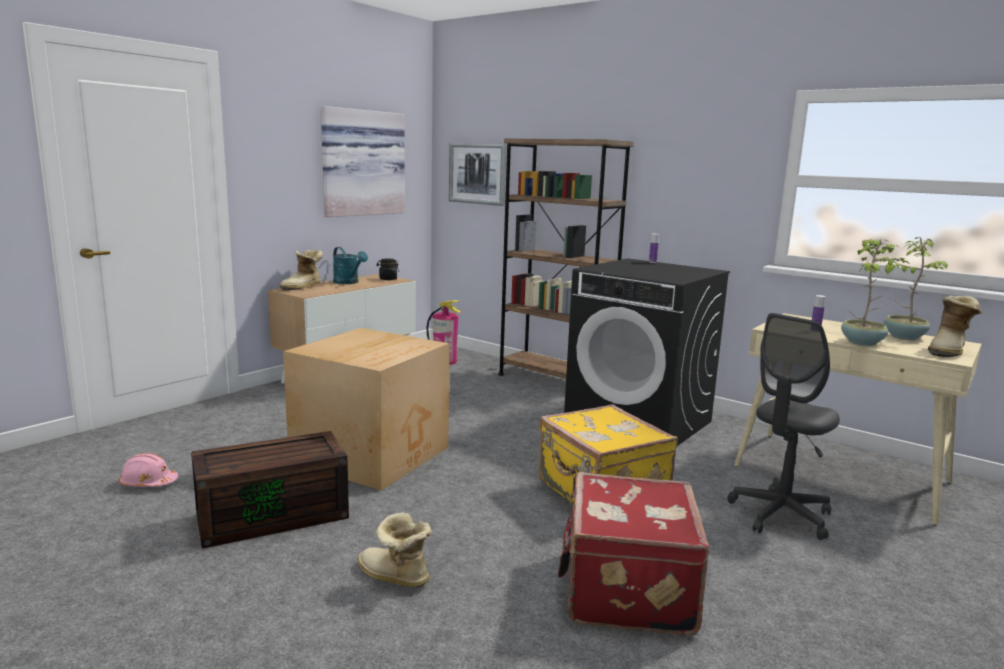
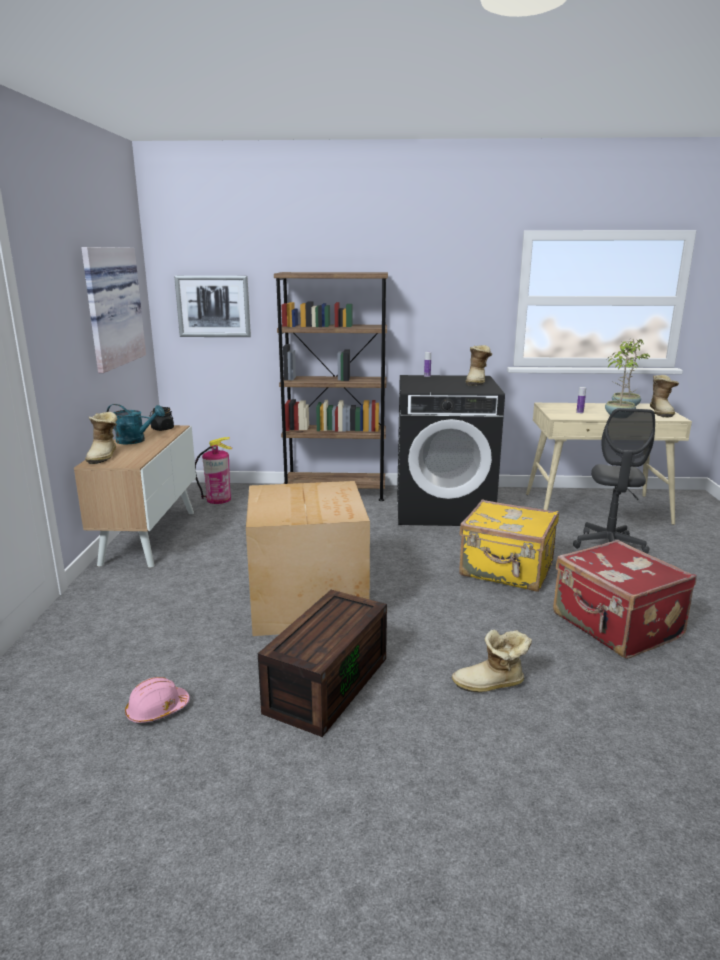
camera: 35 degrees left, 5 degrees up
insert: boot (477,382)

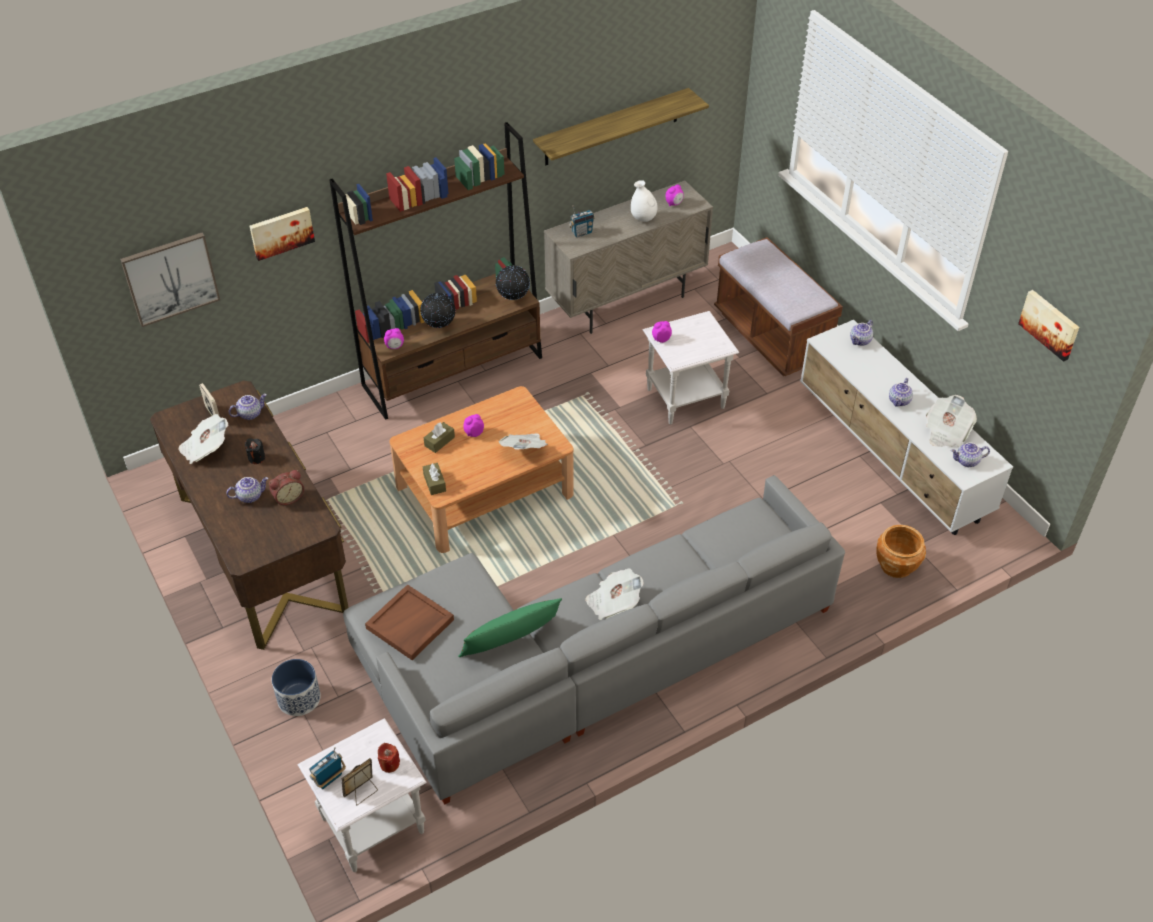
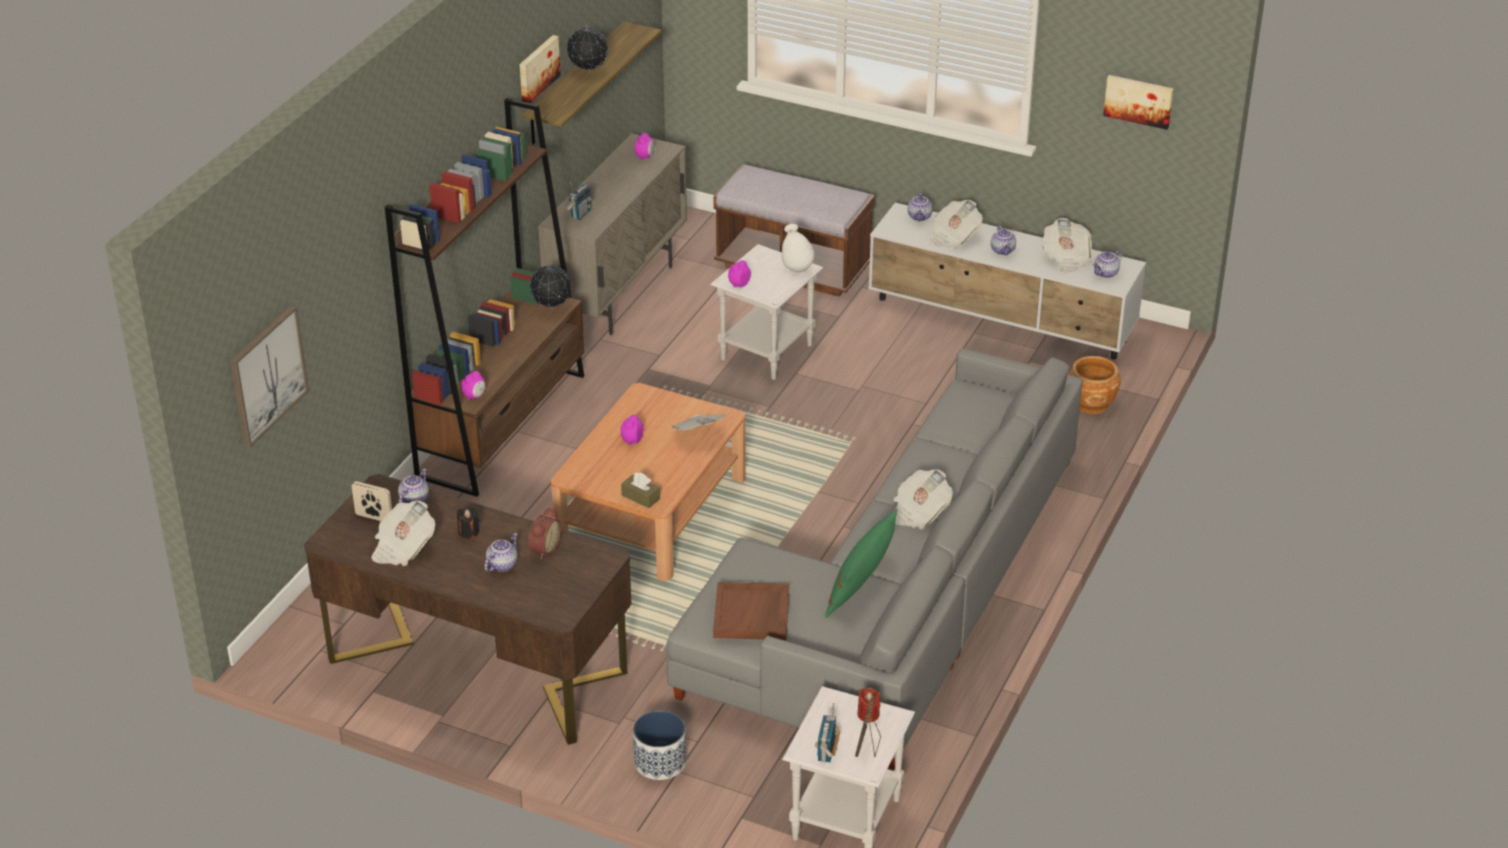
camera: 35 degrees left, 10 degrees down
delete: brown tissue box (439,441)
insert: newspaper (953,237)
move: picture (281,232) to (537,69); globe (439,327) to (588,72); white vase (643,218) to (797,269)

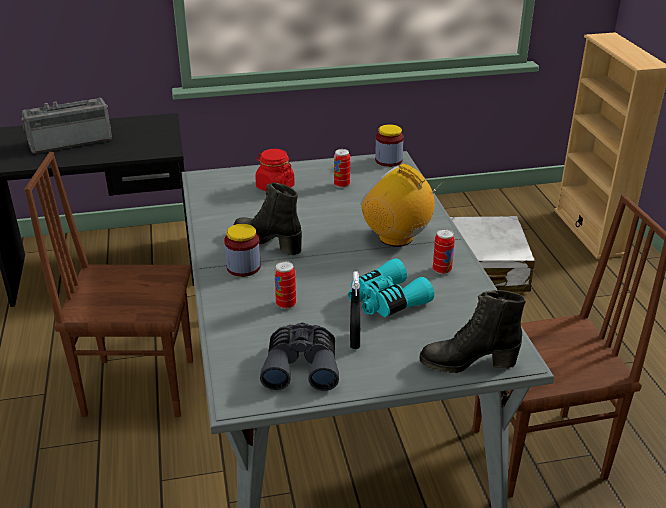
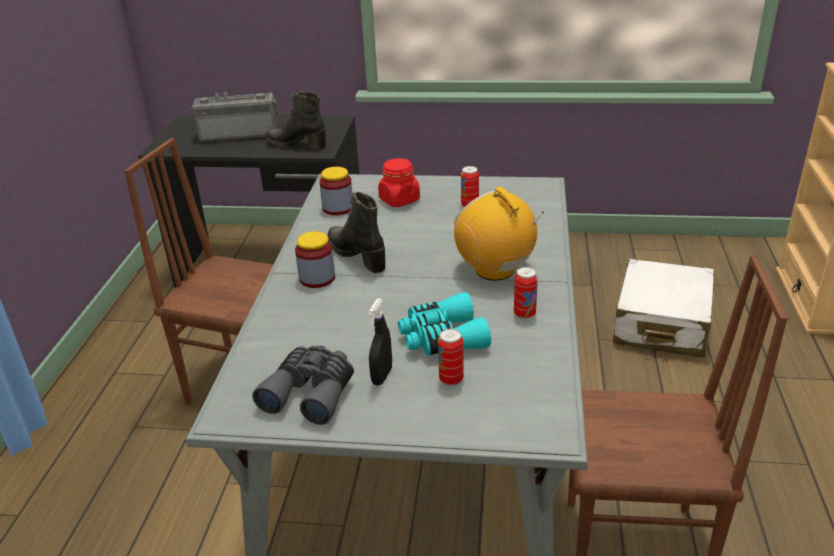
camera: 20 degrees right, 0 degrees up
move: can (286,304) to (451,379); jar (388,160) to (338,208); black boot (467,362) to (297,144)

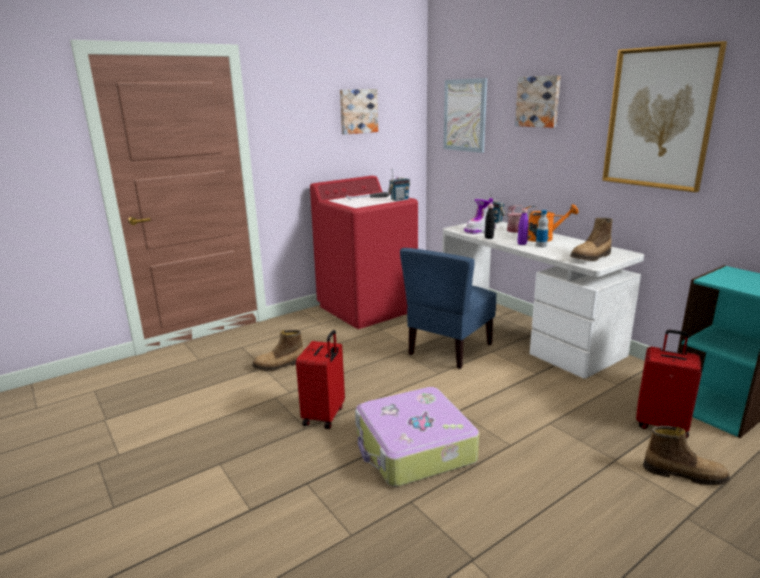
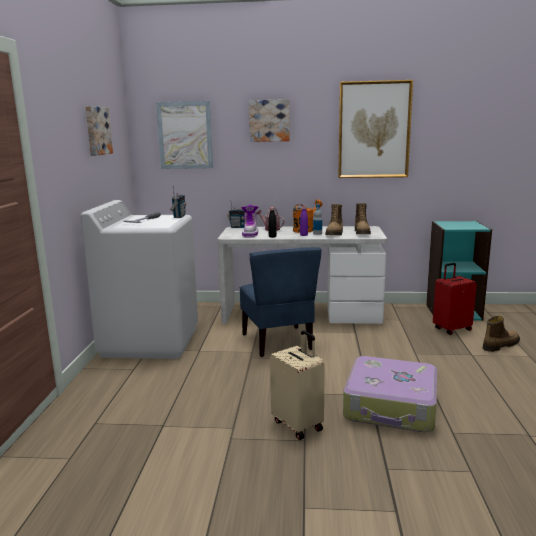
camera: 50 degrees left, 5 degrees down
move: boot (279,365) to (335,234)
recolor: red suitcase (325,416) to beige suitcase (298,425); red washing machine (367,308) to white washing machine (150,341)

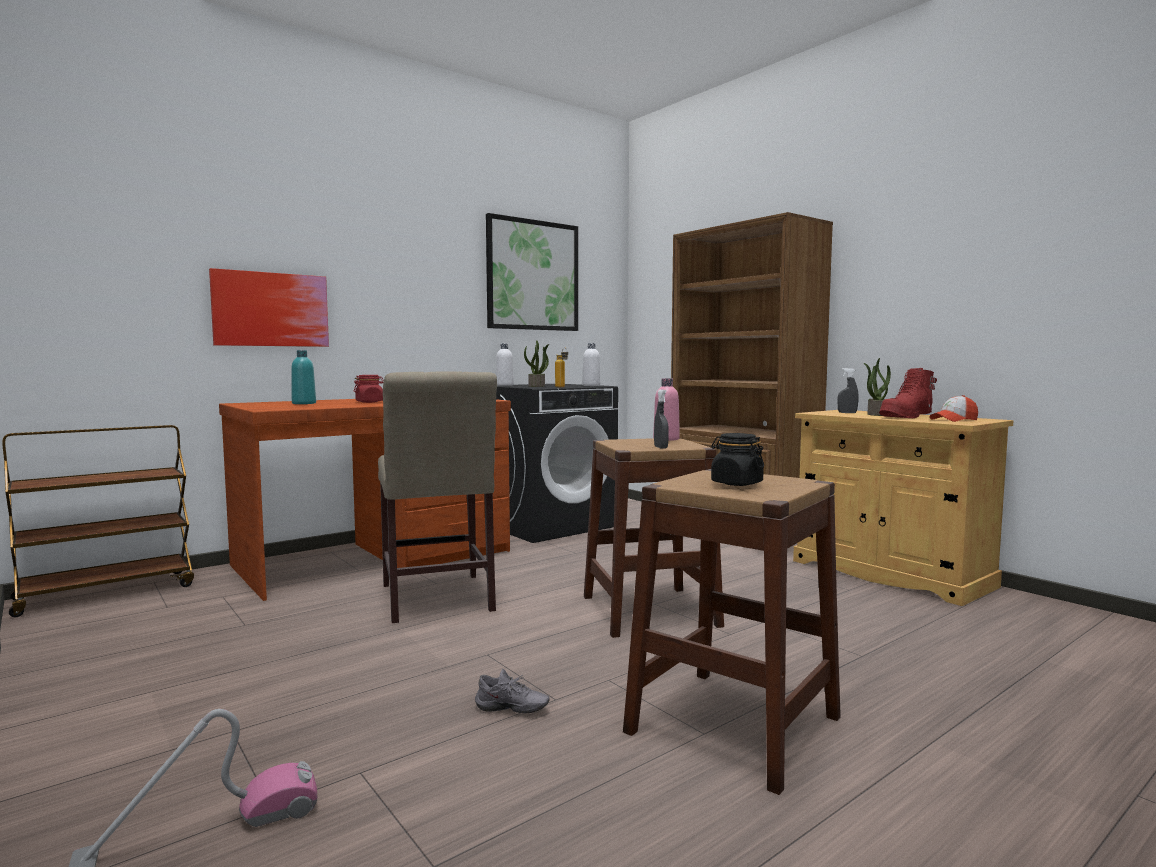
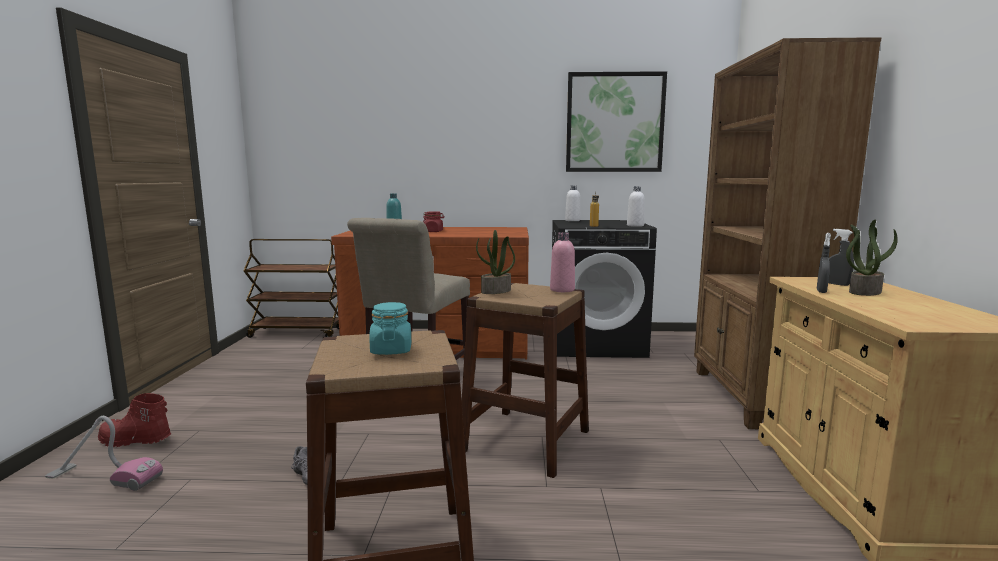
camera: 40 degrees right, 5 degrees up
delete: picture (271,309); cap (954,420)
move: potted plant (537,386) to (496,291); grey spray bottle (661,447) to (821,291); red boot (907,417) to (134,441)
recolor: black jar (736,483) to turquoise jar (391,350)

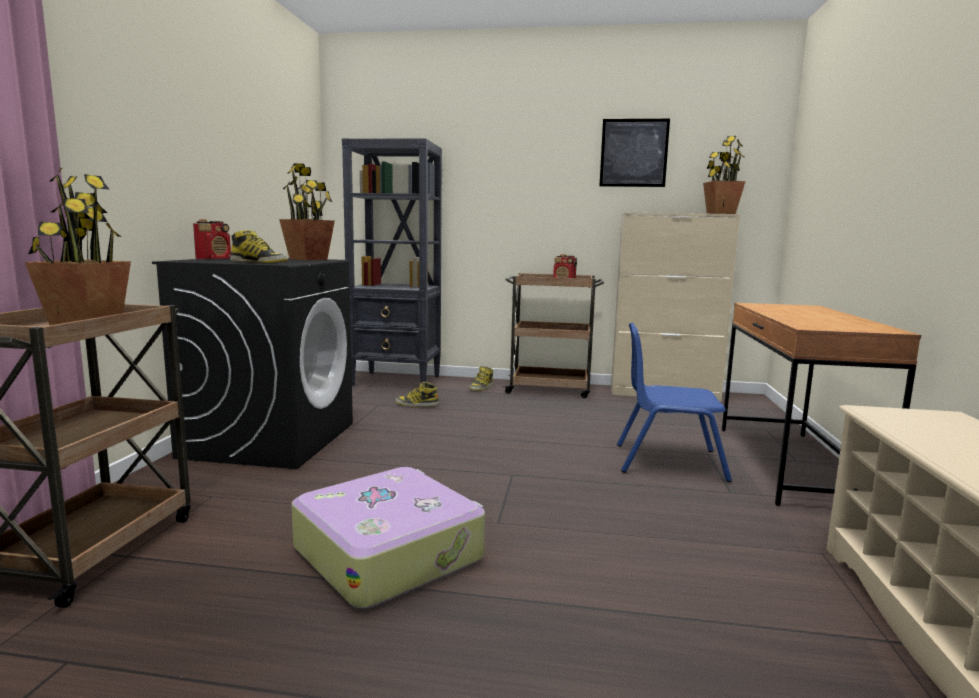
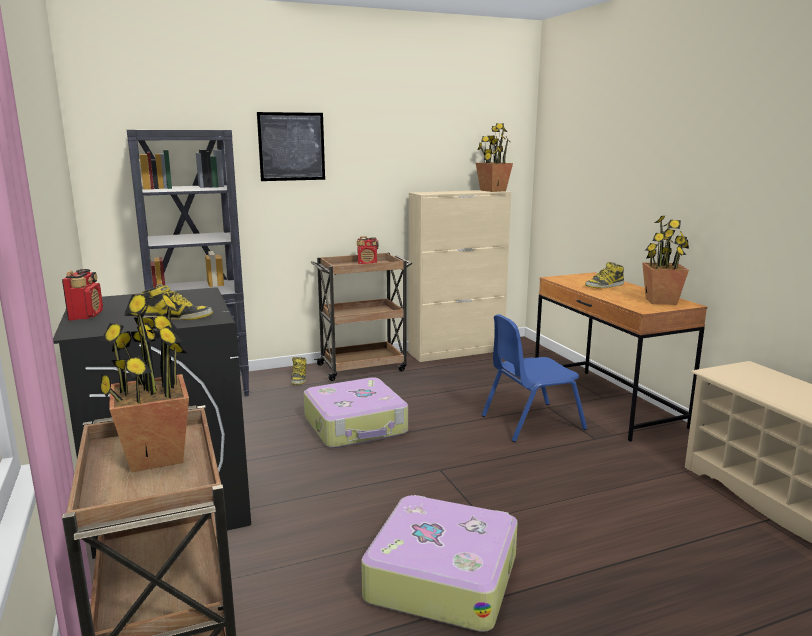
camera: 30 degrees left, 5 degrees up
insert: suitcase (356,426)
move: potted plant (308,259) to (660,301); boot (416,404) to (604,286); picture (634,153) to (291,146)

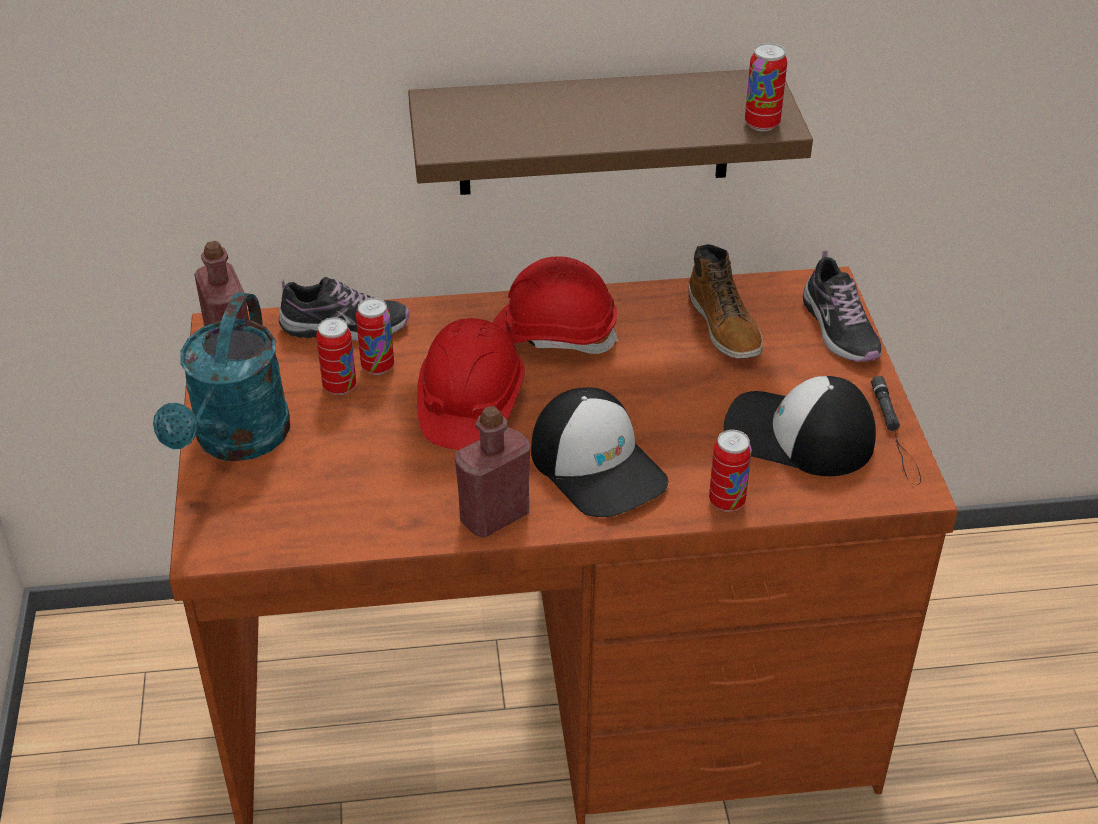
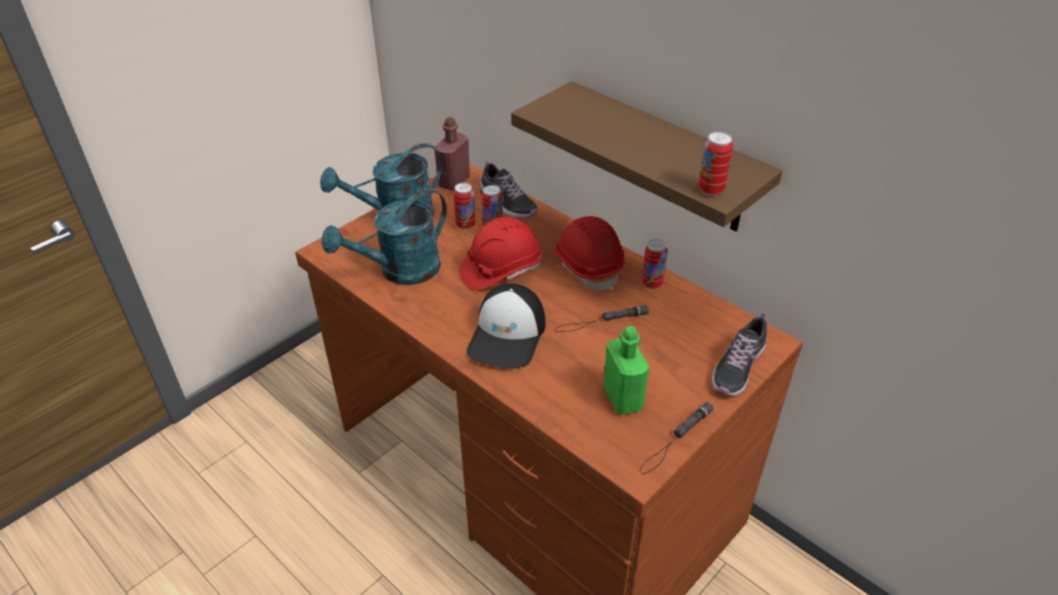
camera: 50 degrees right, 0 degrees up
delete: red bottle (494,516); boot (724,326)
insert: turquoise watering can (400,271); black flashlight (601,321)
move: can (726,502) to (652,283)
replace: cap (798,435) to green bottle (622,398)

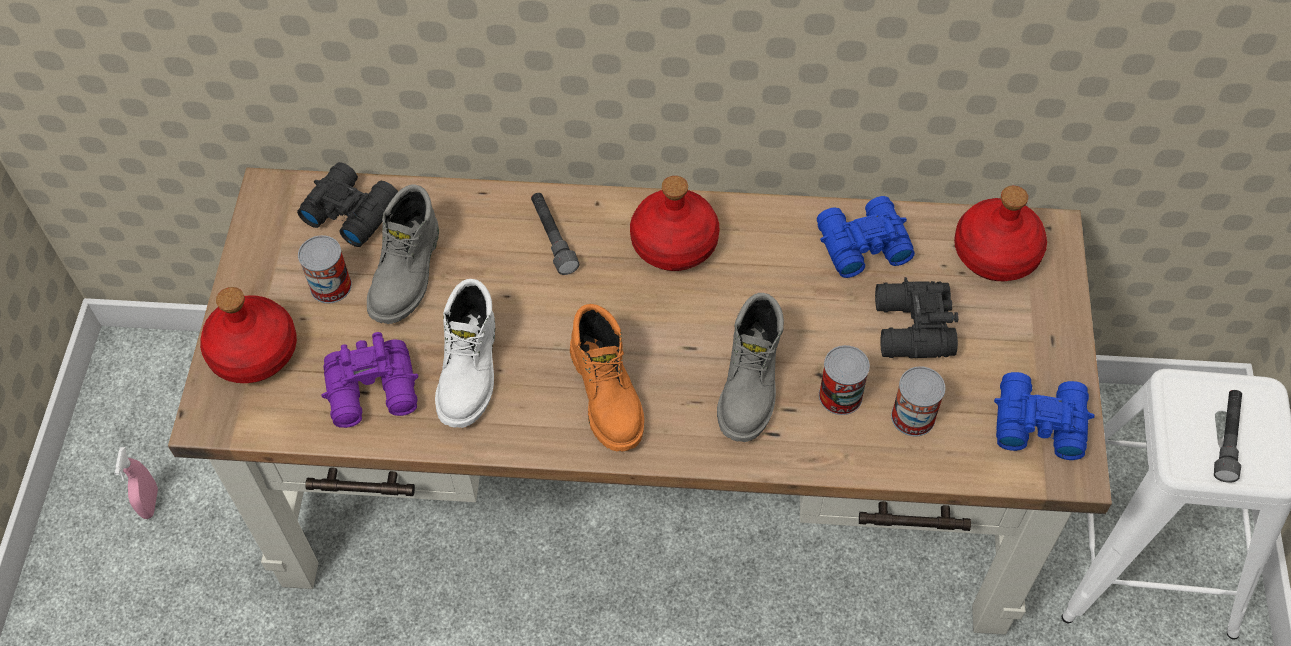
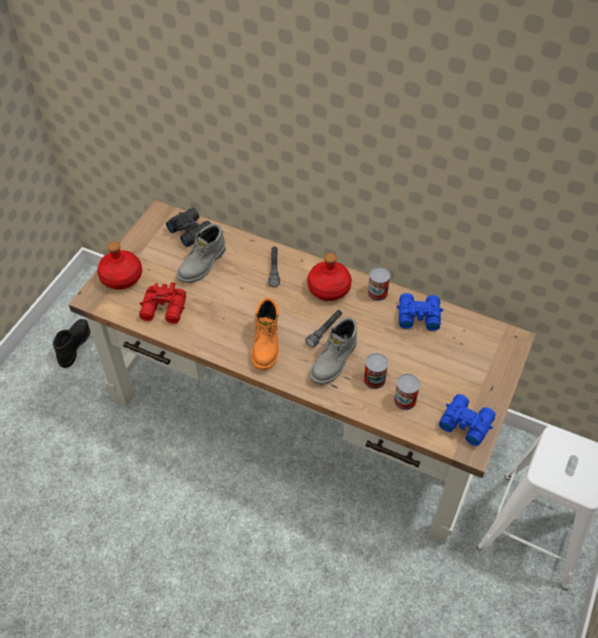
camera: 20 degrees right, 5 degrees down
delete: white boot (471,371); black binoculars (911,329); red bottle (994,253)
move: can (331,286) to (377,293); grey flashlight (1227,439) to (325,330)
replace: pink spray bottle (150,503) to black boot (74,345)
recolor: purple binoculars (375,392) to red binoculars (164,310)

